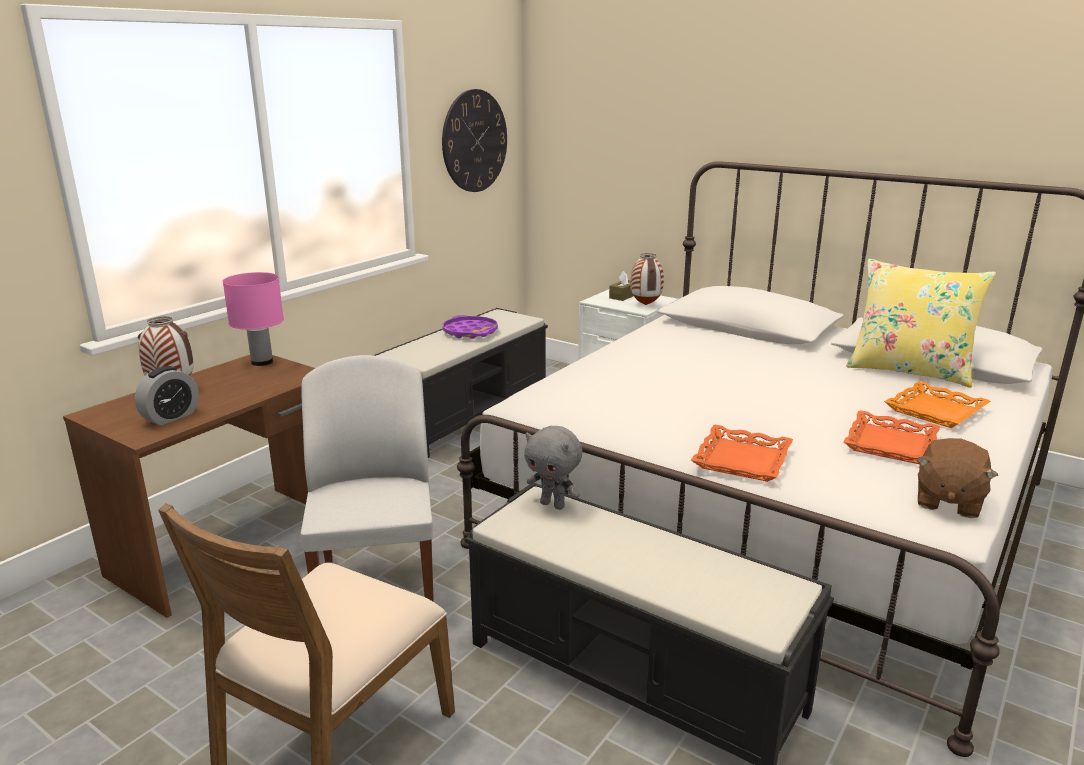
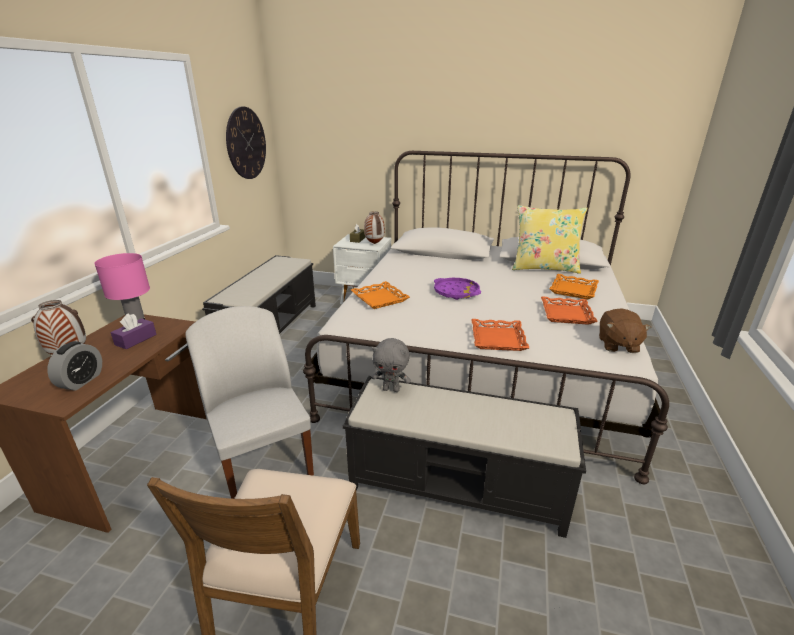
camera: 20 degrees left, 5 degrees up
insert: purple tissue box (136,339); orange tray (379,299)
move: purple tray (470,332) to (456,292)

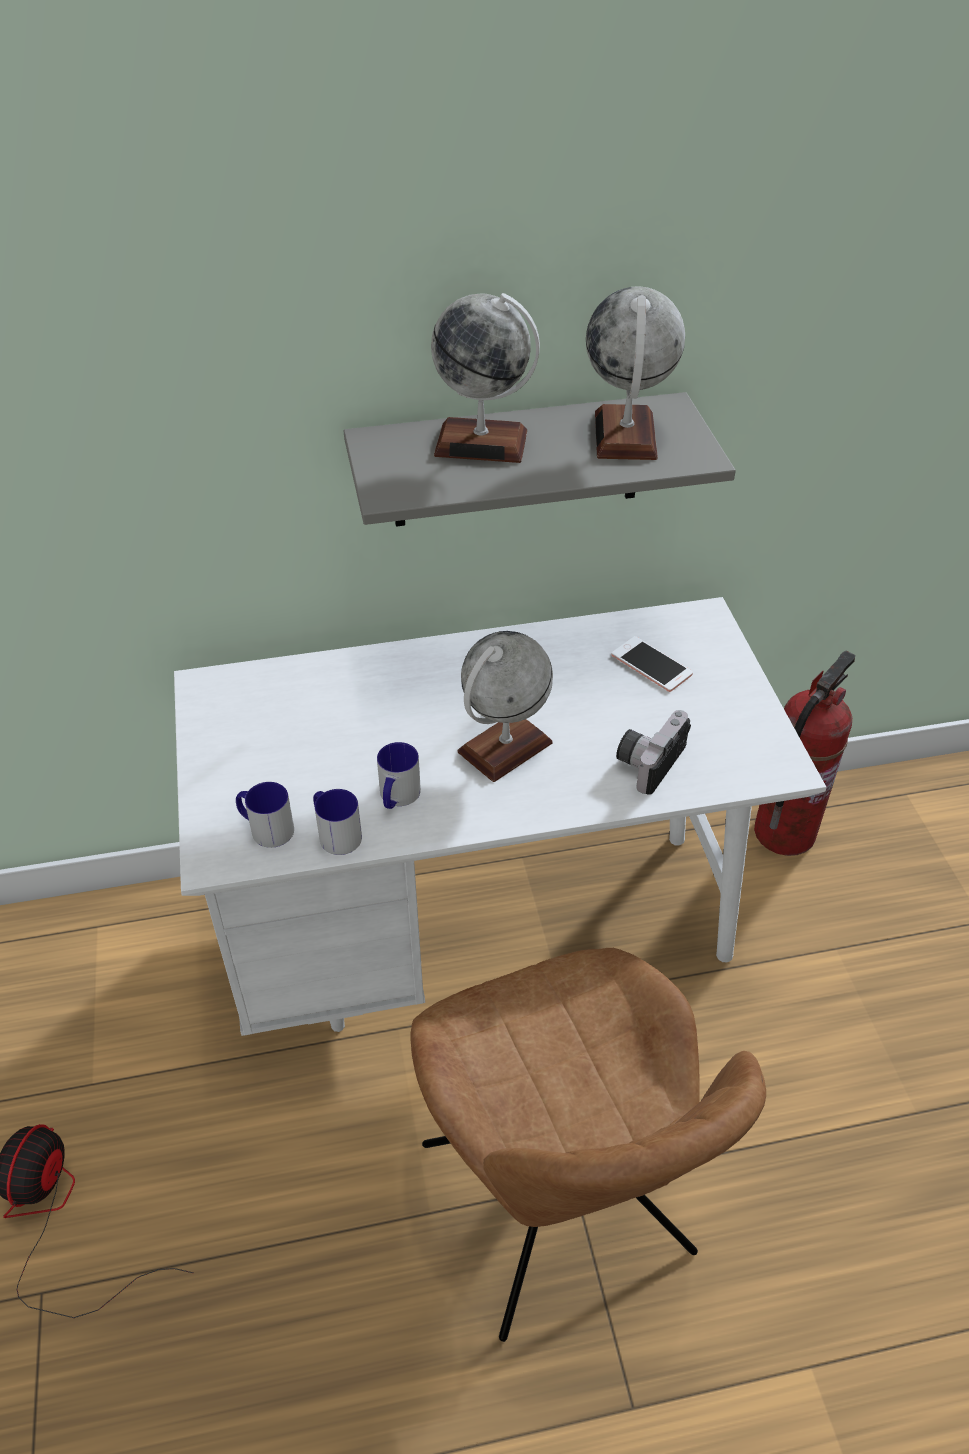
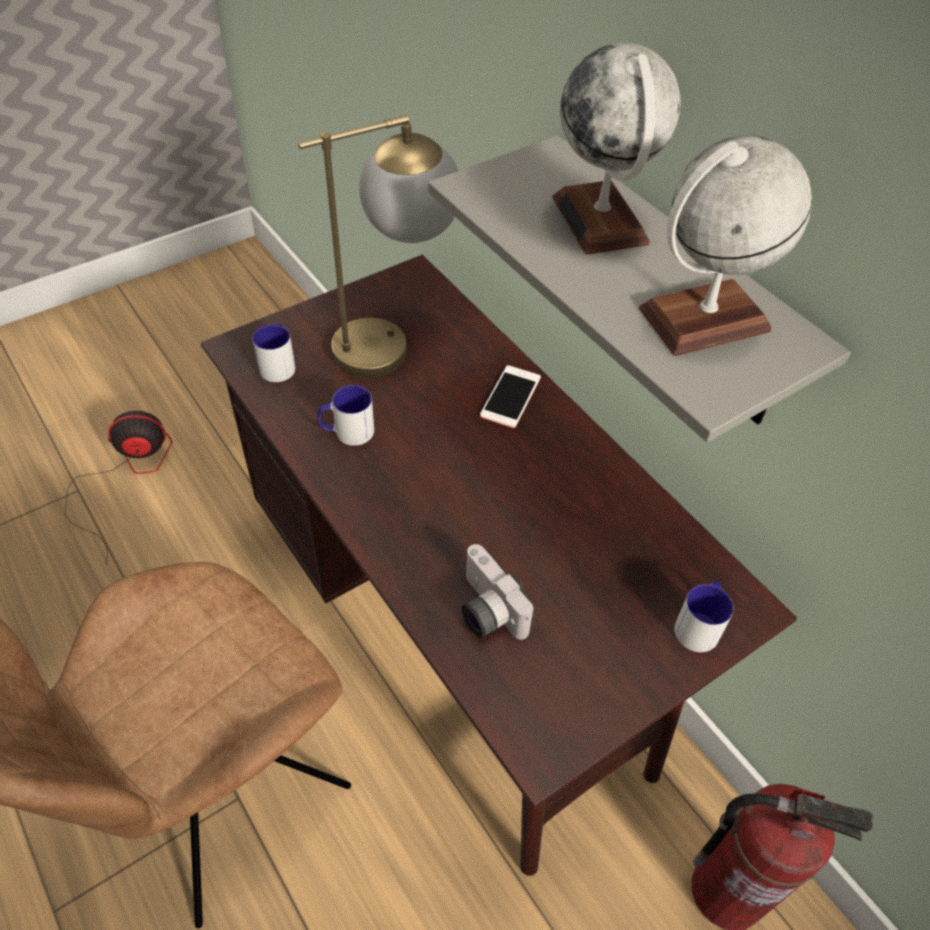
camera: 65 degrees right, 5 degrees up
delete: globe (505,747)
insert: table lamp (394,342)
move: mug (335,833) to (699,624); phone (651,665) to (510,397)
recolor: white desk (484,931) to brown desk (458,639)
rotate: photo camera (648,760) = (485,610) 135 degrees counterclockwise

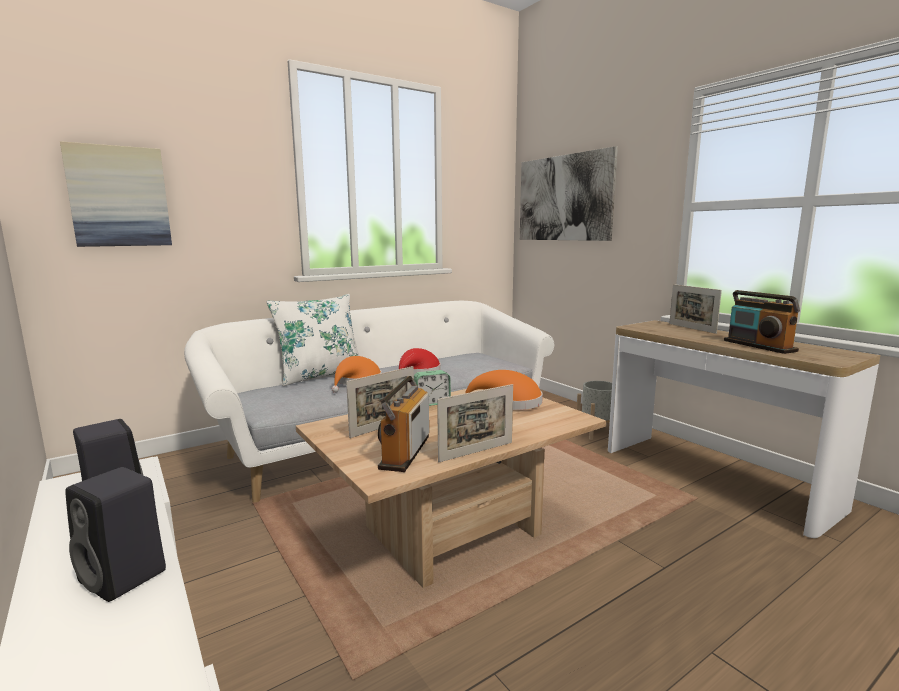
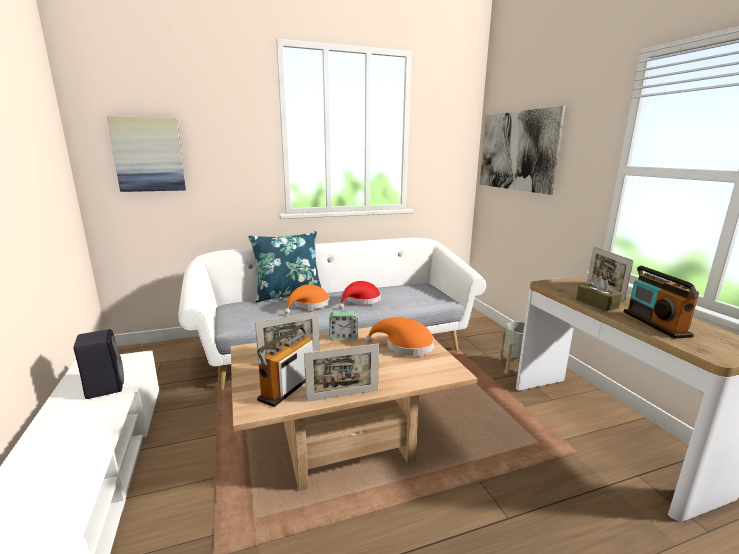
camera: 15 degrees right, 5 degrees up
delete: black speaker (125,577)
insert: brown tissue box (596,304)
recolor: white pillow (320,375) to blue pillow (288,294)

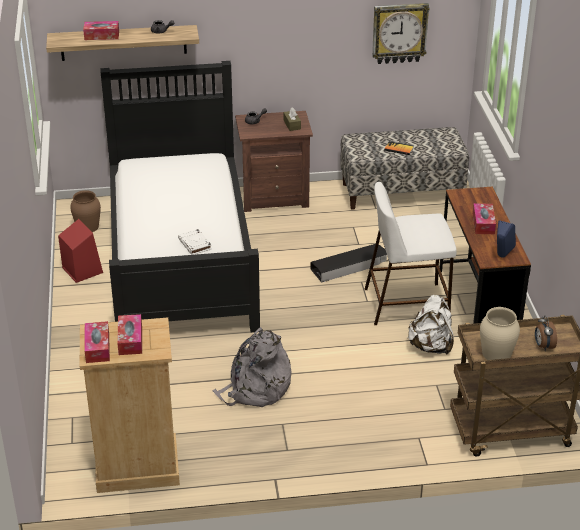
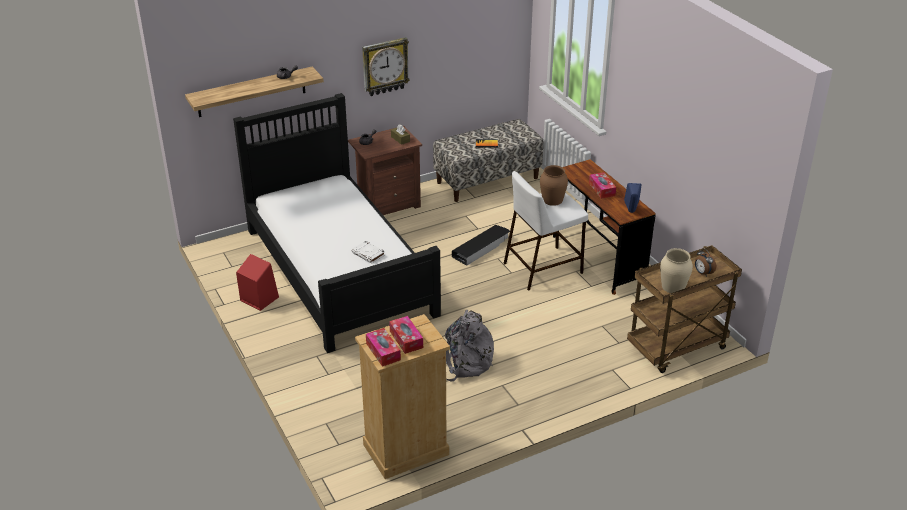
camera: 20 degrees left, 0 degrees up
delete: tissue box (101,35); white backpack (431,346)
move: brown vase (87,227) to (552,200); wall clock (399,33) to (385,66)

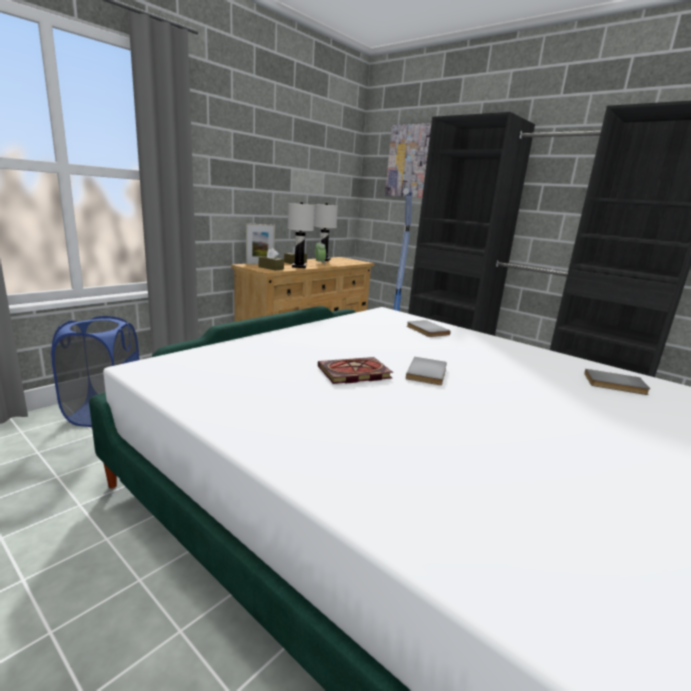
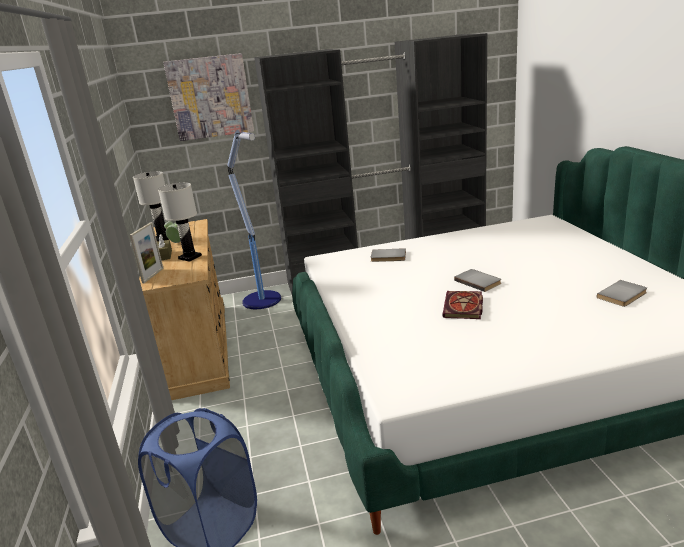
camera: 50 degrees left, 5 degrees up
delete: brown tissue box (271,268)
move: grey book (615,384) to (623,295)

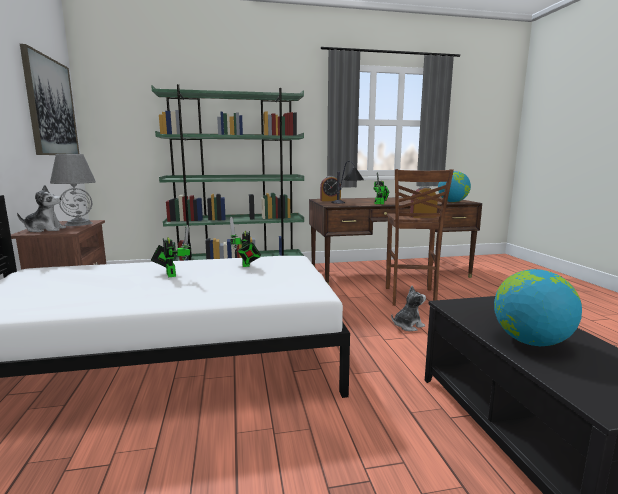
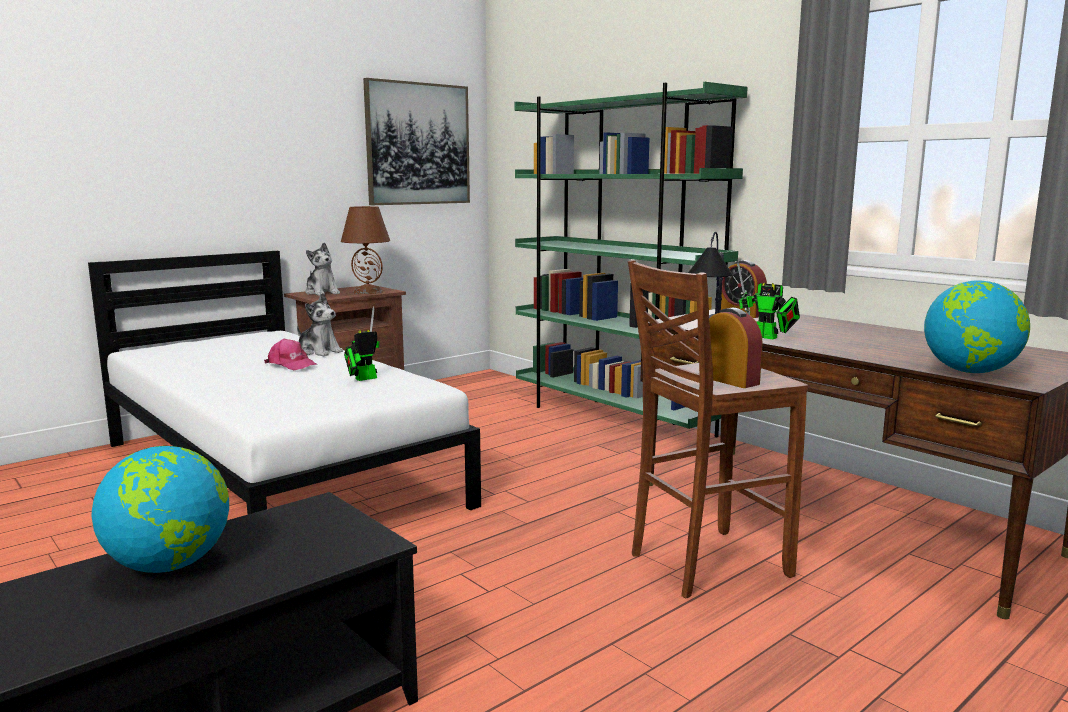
camera: 60 degrees right, 0 degrees up
move: plush toy (407,326) to (319,352)
replace: toy robot (170,274) to pink cap (291,364)
recolor: grey table lamp (78,224) to brown table lamp (367,291)

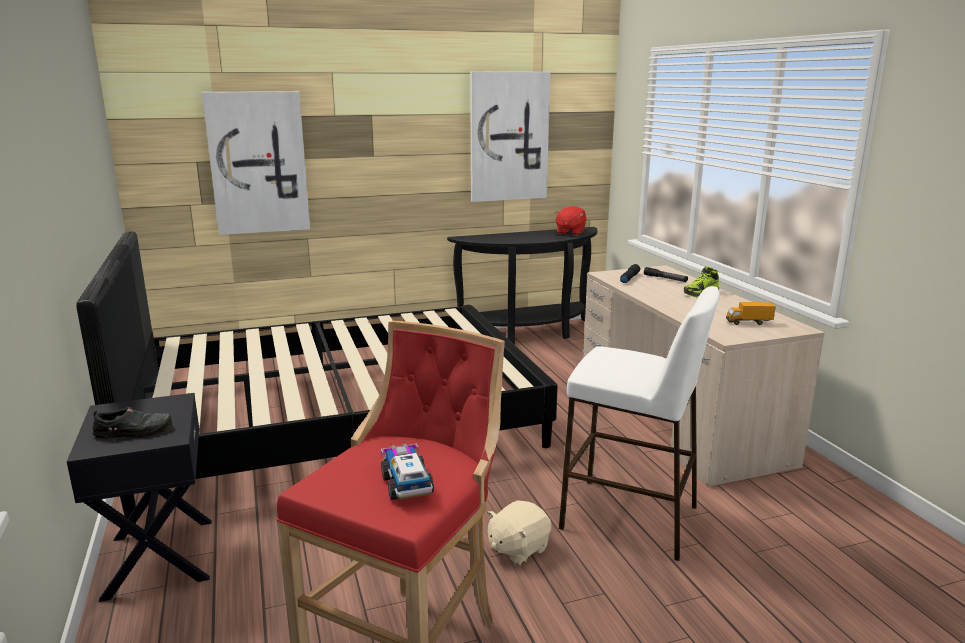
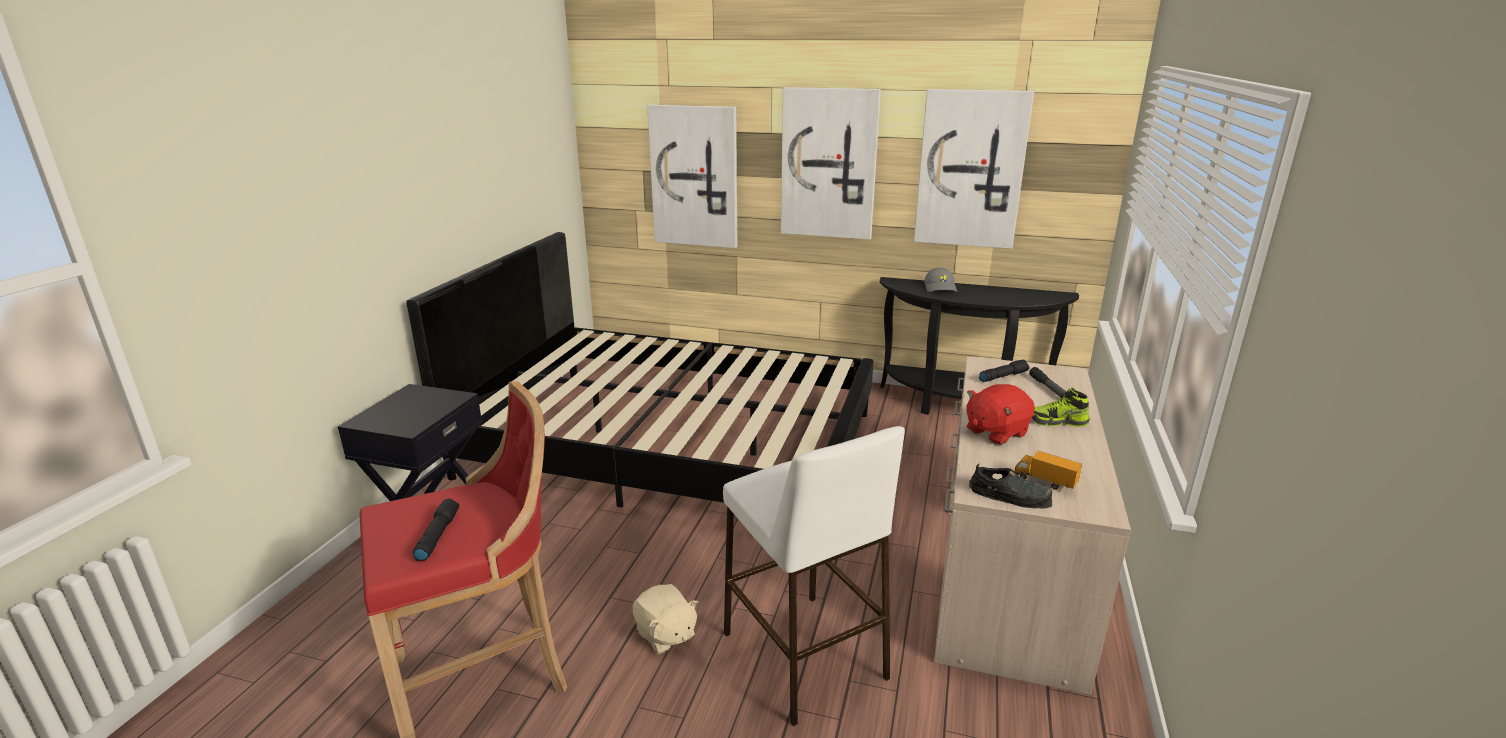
camera: 35 degrees right, 5 degrees up
insert: picture (829,164); grey cap (940,288)
move: black shoe (135,431) to (1010,495); red plush toy (570,232) to (995,432)
replace: toy truck (406,483) to black flashlight (437,536)
rotate: beige plush toy (517,549) = (665,635) 120 degrees counterclockwise

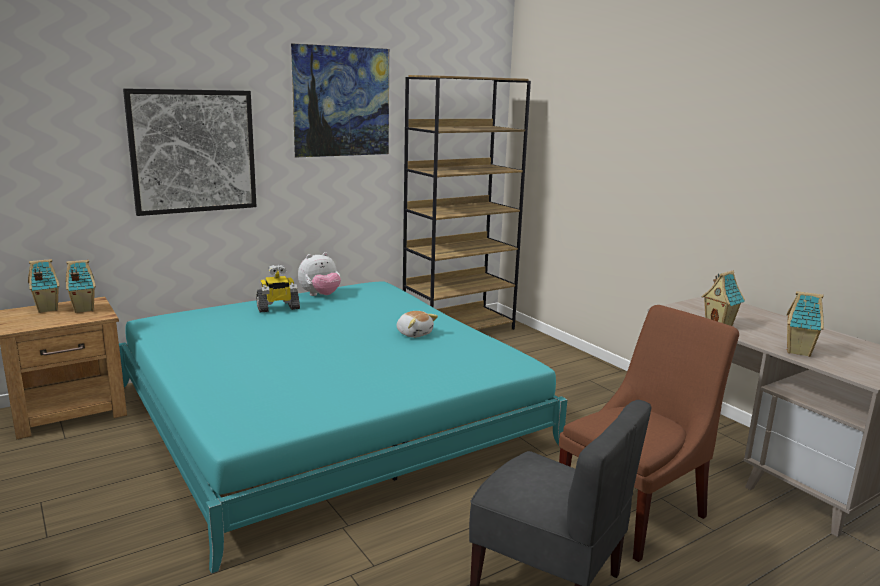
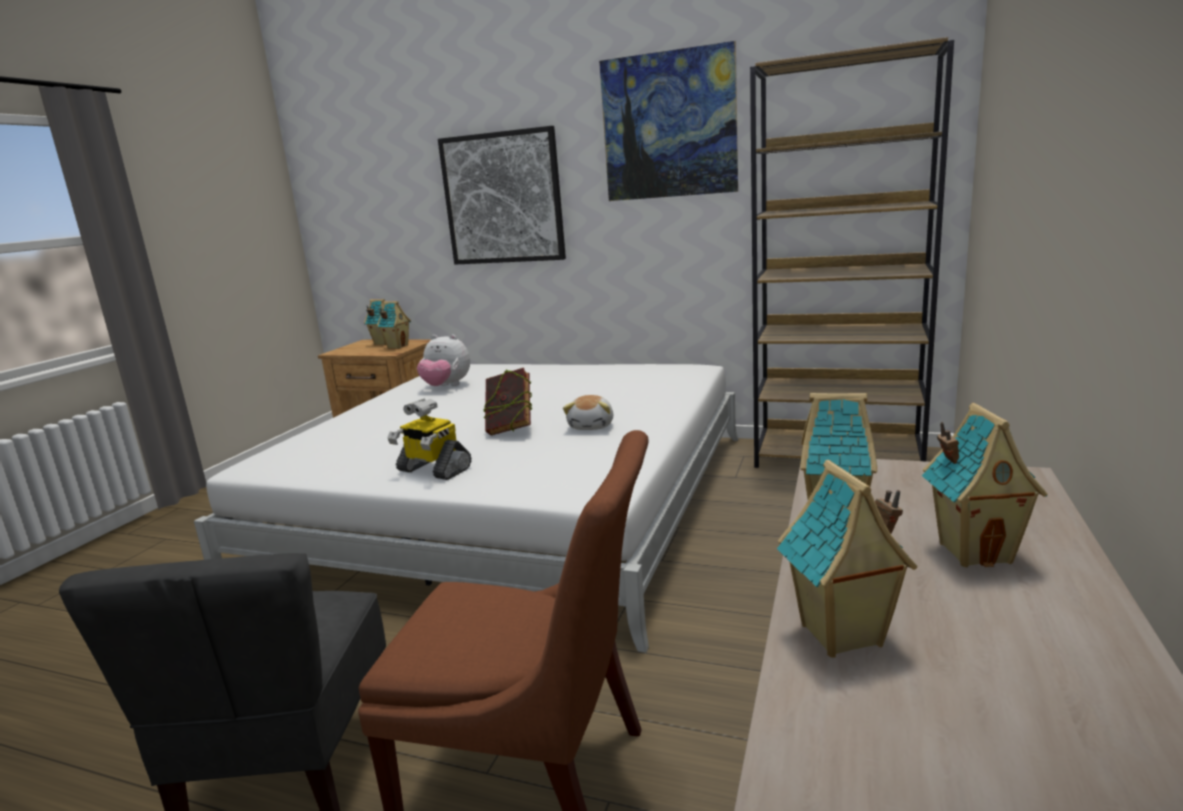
camera: 55 degrees right, 0 degrees up
insert: book (511,429); toy house (975,552)
move: toy robot (278,308) to (433,470); plush toy (320,295) to (446,386)
recolor: turquoise bed (327,415) to white bed (513,500)

